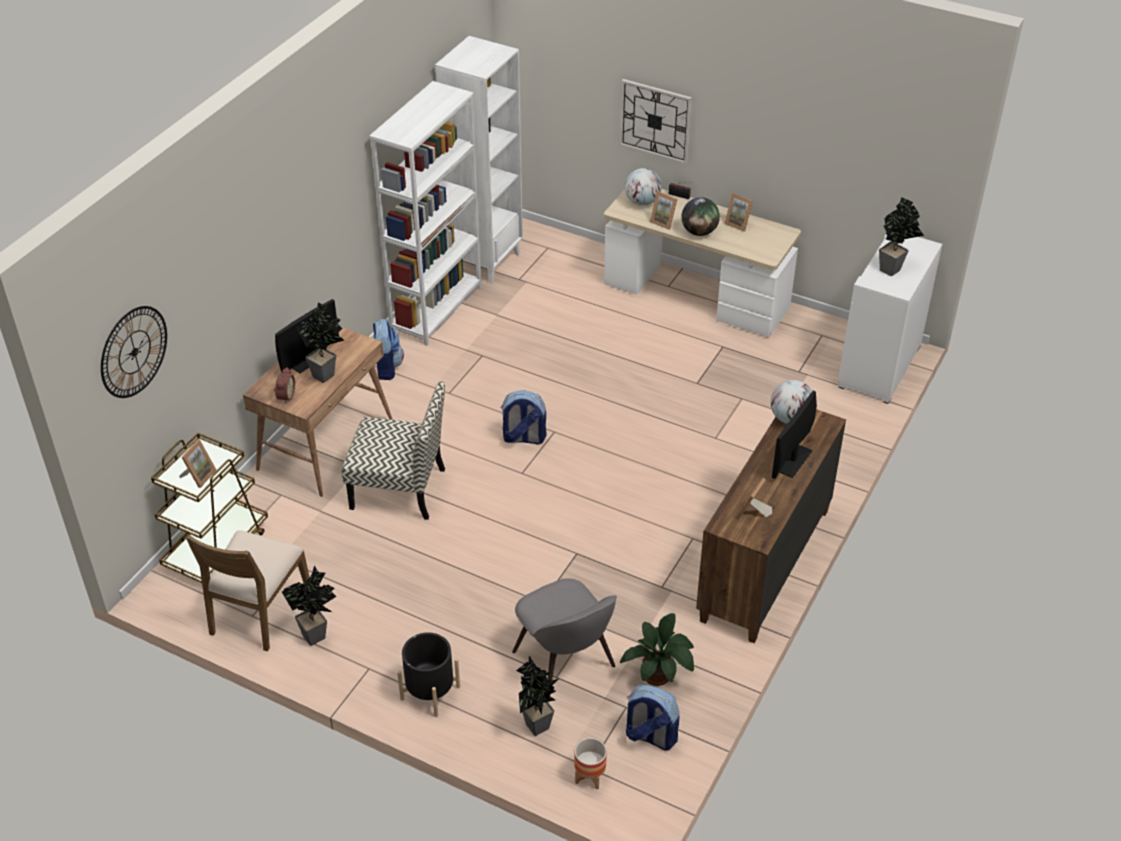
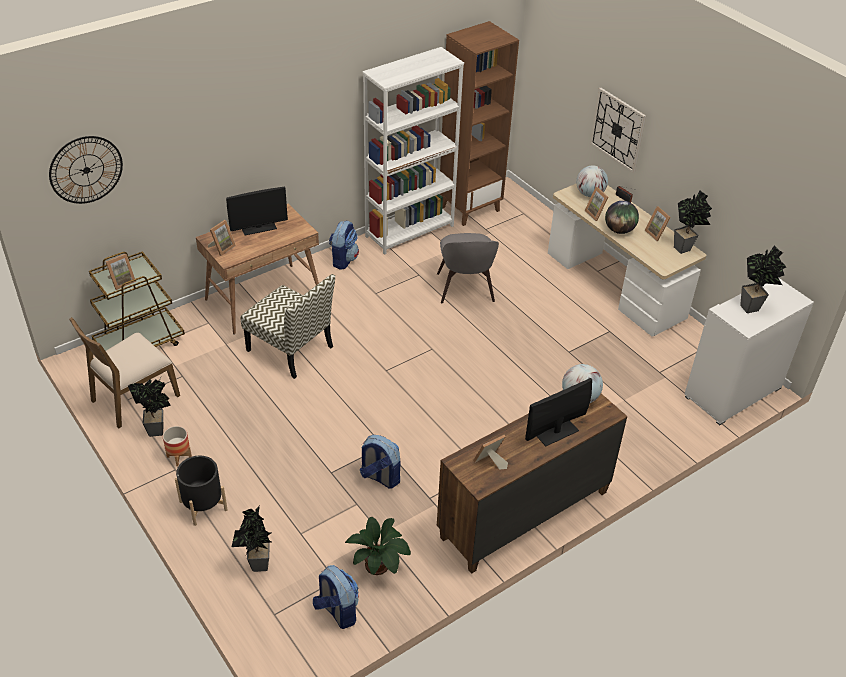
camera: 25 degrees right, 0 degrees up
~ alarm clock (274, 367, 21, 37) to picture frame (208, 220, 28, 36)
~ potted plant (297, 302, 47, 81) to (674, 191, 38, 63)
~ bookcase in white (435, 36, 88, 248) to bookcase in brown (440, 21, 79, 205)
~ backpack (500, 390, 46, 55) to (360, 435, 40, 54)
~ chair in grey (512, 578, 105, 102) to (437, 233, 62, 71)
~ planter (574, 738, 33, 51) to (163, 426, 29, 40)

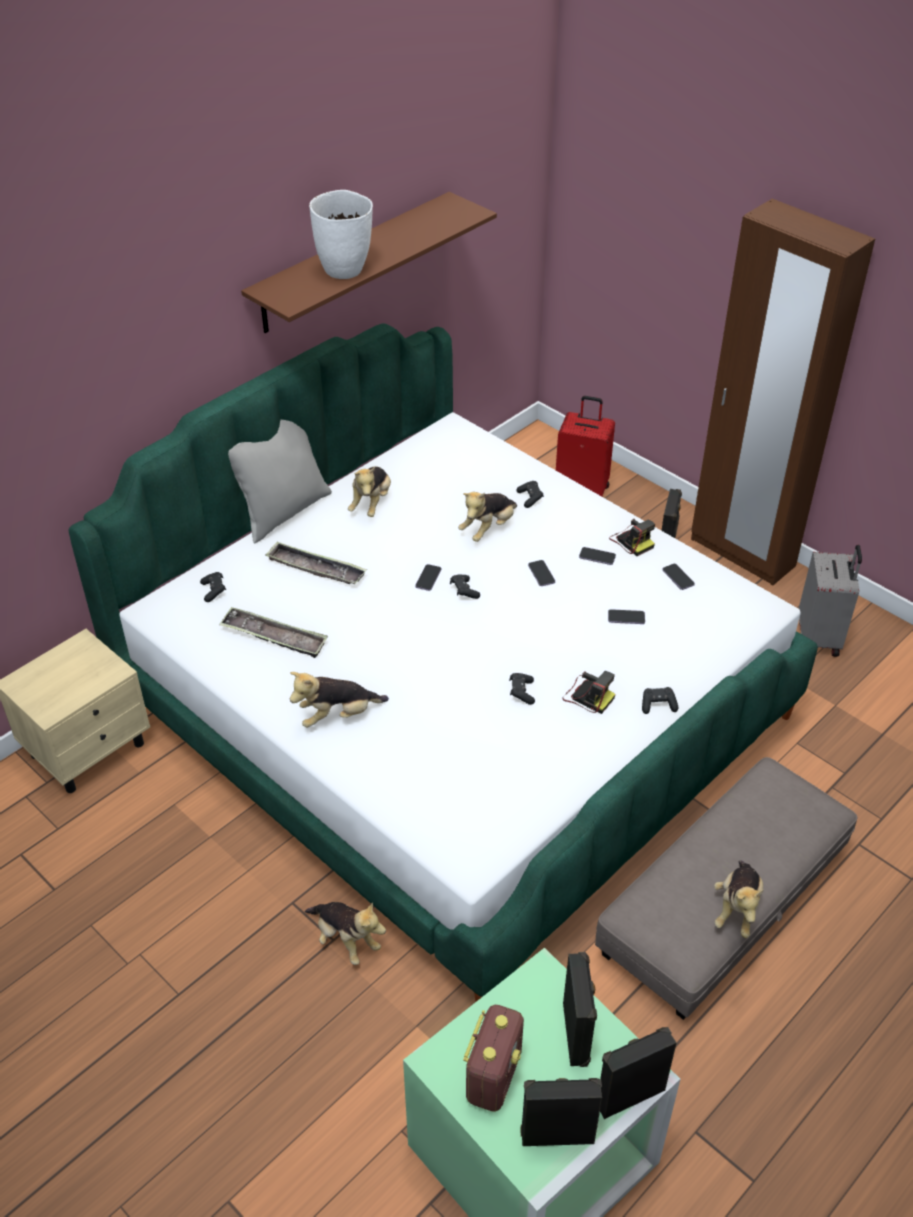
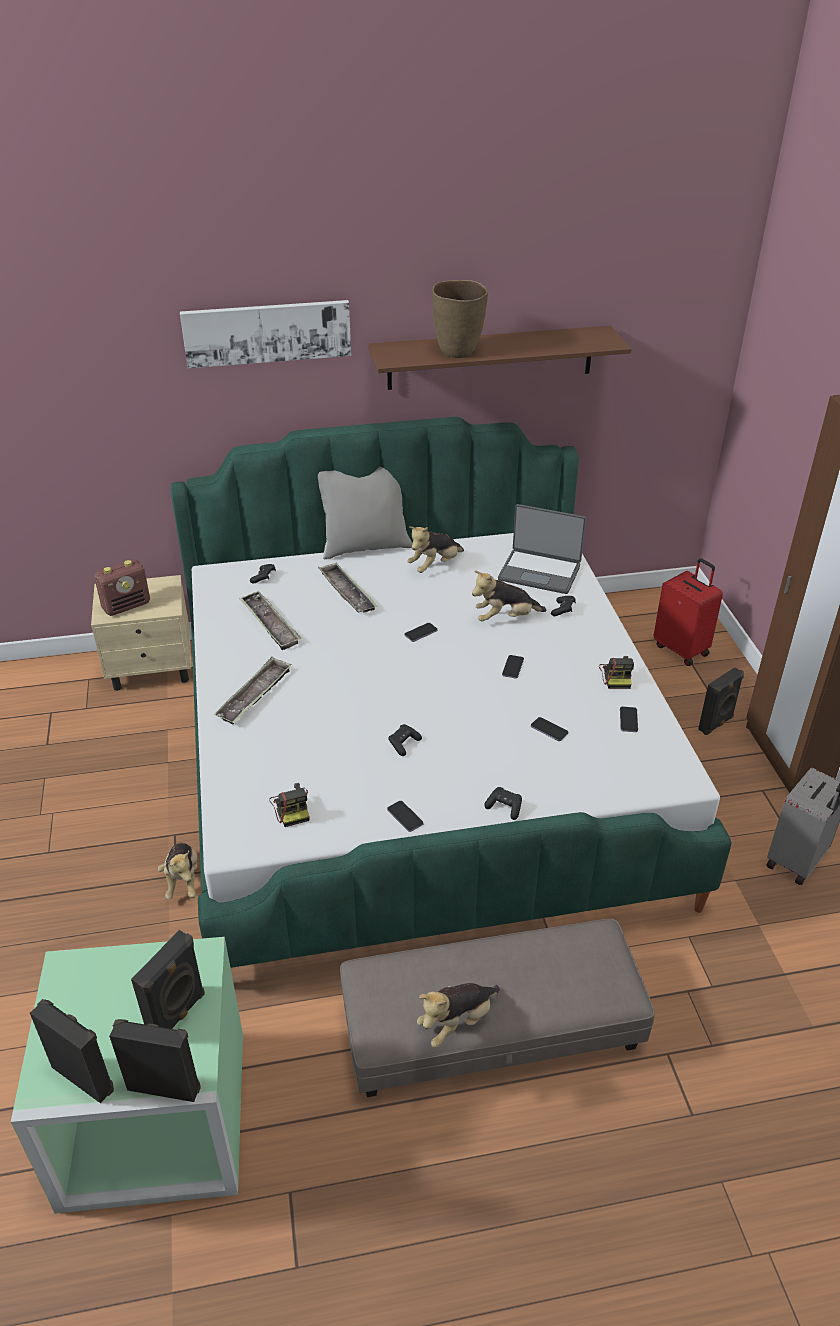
camera: 35 degrees right, 5 degrees down
~ plush toy (290, 672, 99, 55) to tray (214, 657, 78, 67)
~ vase in white (309, 190, 64, 89) to vase in brown (432, 280, 56, 78)
- game controller in black (450, 575, 30, 24)
~ radio (463, 1005, 61, 107) to (94, 559, 56, 57)
~ photo camera (562, 671, 54, 43) to (269, 783, 40, 44)
~ phone (579, 547, 37, 18) to (387, 801, 36, 31)
+ picture (180, 300, 171, 68)
+ laptop (498, 504, 88, 90)

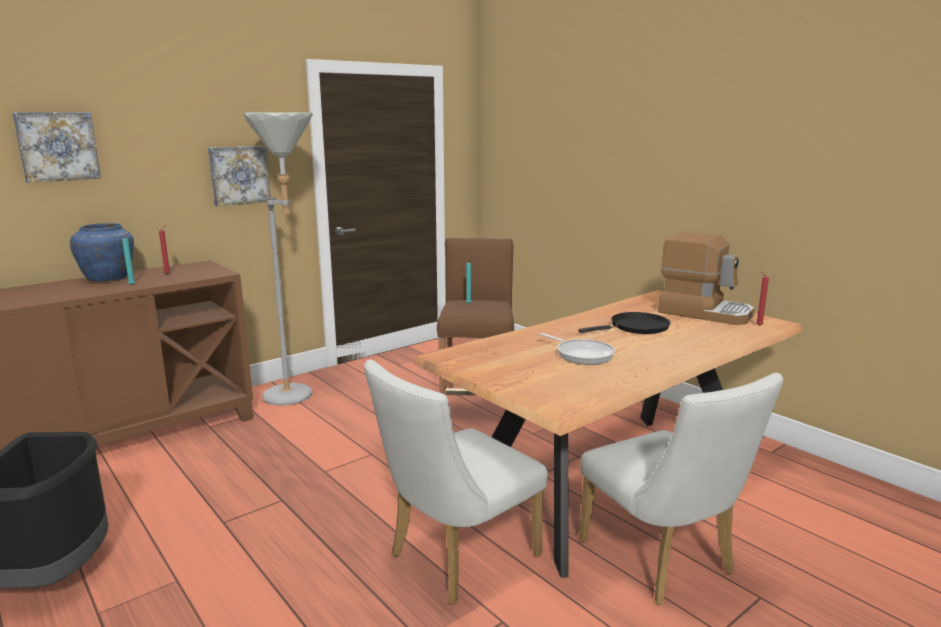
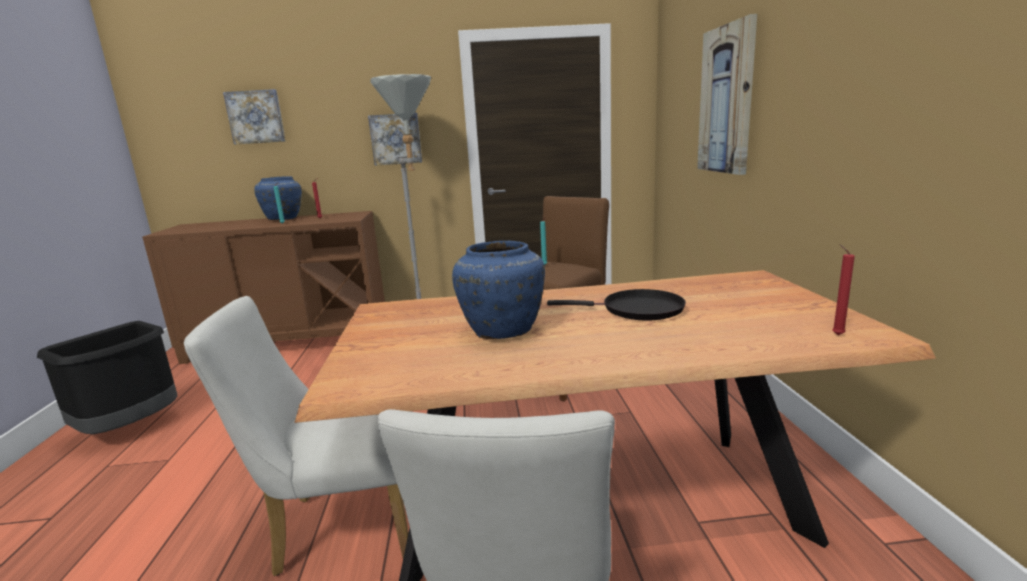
camera: 35 degrees right, 0 degrees up
~ frying pan (539, 333, 76, 32) to vase in blue (452, 241, 93, 98)
- coffee machine (658, 232, 96, 93)
+ picture (697, 14, 60, 161)

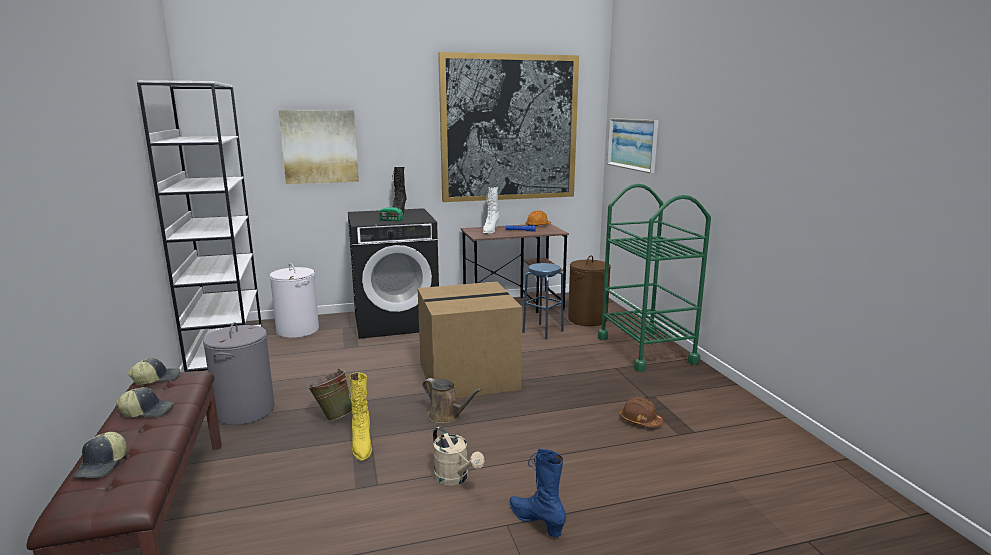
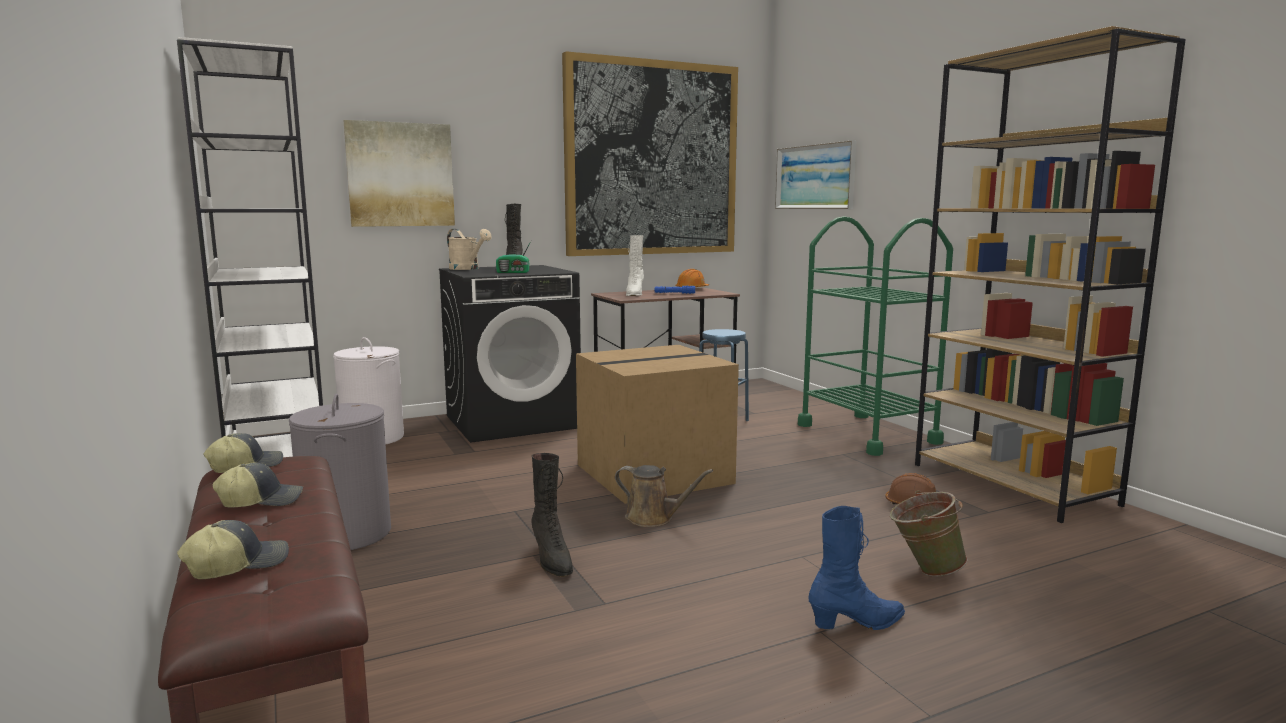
camera: 10 degrees left, 5 degrees down
~ cap (72, 432, 55, 46) = (177, 520, 112, 59) 120 degrees counterclockwise
~ bucket in green (307, 369, 45, 52) to (890, 490, 78, 87)
~ boot in yellow (349, 373, 23, 88) to boot in black (531, 453, 42, 124)
~ watering can in beige (433, 426, 51, 59) to (447, 229, 45, 41)
~ boot in blue (509, 449, 57, 88) = (808, 506, 97, 124) 120 degrees clockwise
- laundry basket in brown (568, 255, 43, 71)
+ bookcase in brown (915, 26, 271, 497)

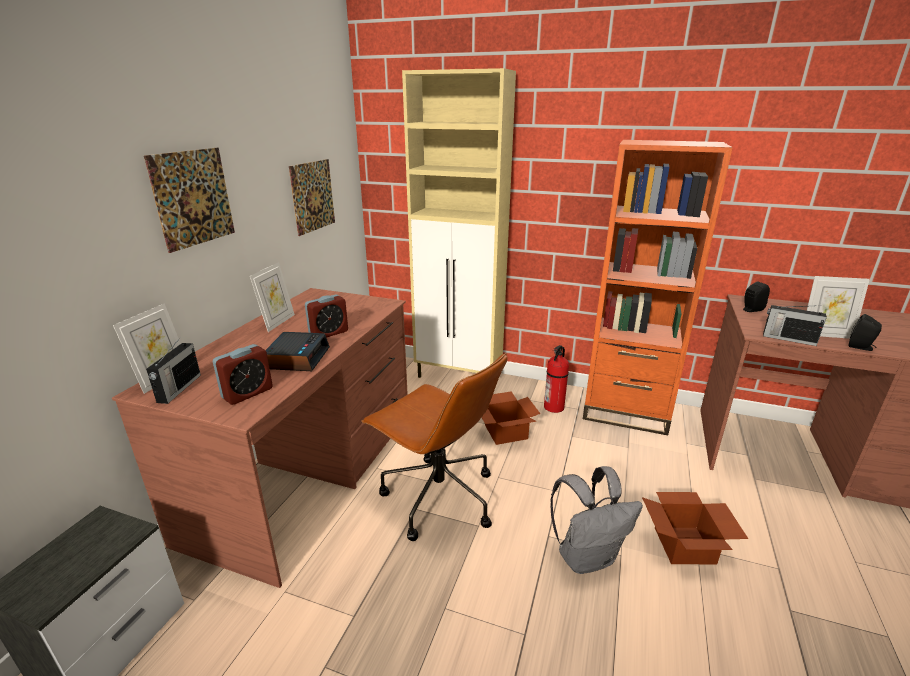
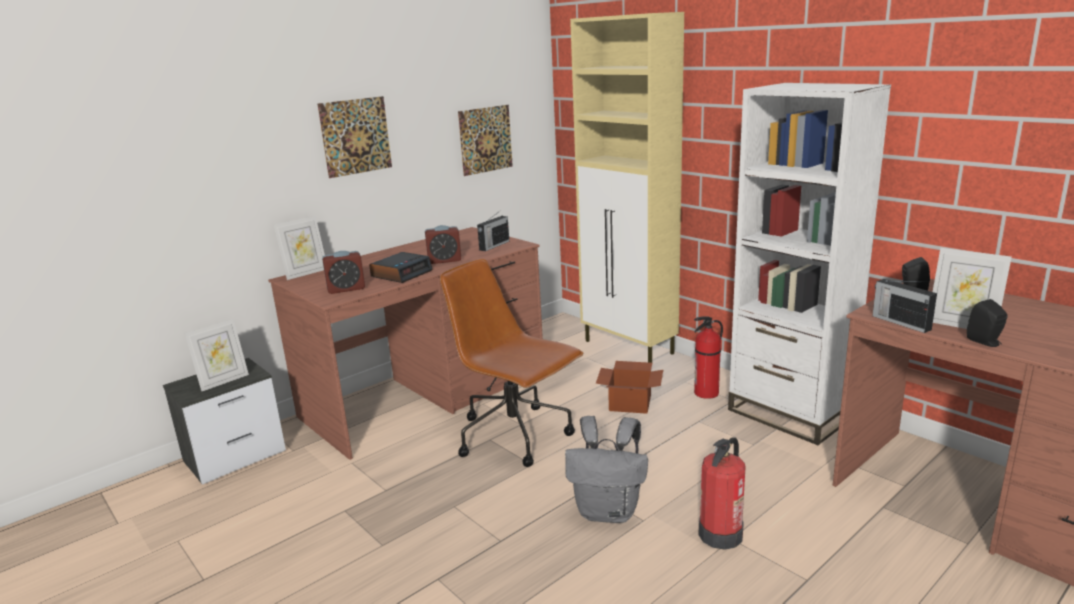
camera: 30 degrees right, 5 degrees down
~ radio (146, 337, 55, 67) to (477, 210, 32, 41)
~ picture frame (250, 262, 45, 70) to (184, 319, 65, 72)
~ office chair in brown (361, 353, 147, 188) = (440, 259, 143, 208) 150 degrees clockwise
~ bookcase in orange (583, 140, 150, 295) to bookcase in white (728, 83, 163, 362)
~ cardboard box (642, 492, 106, 73) to fire extinguisher (699, 437, 47, 113)

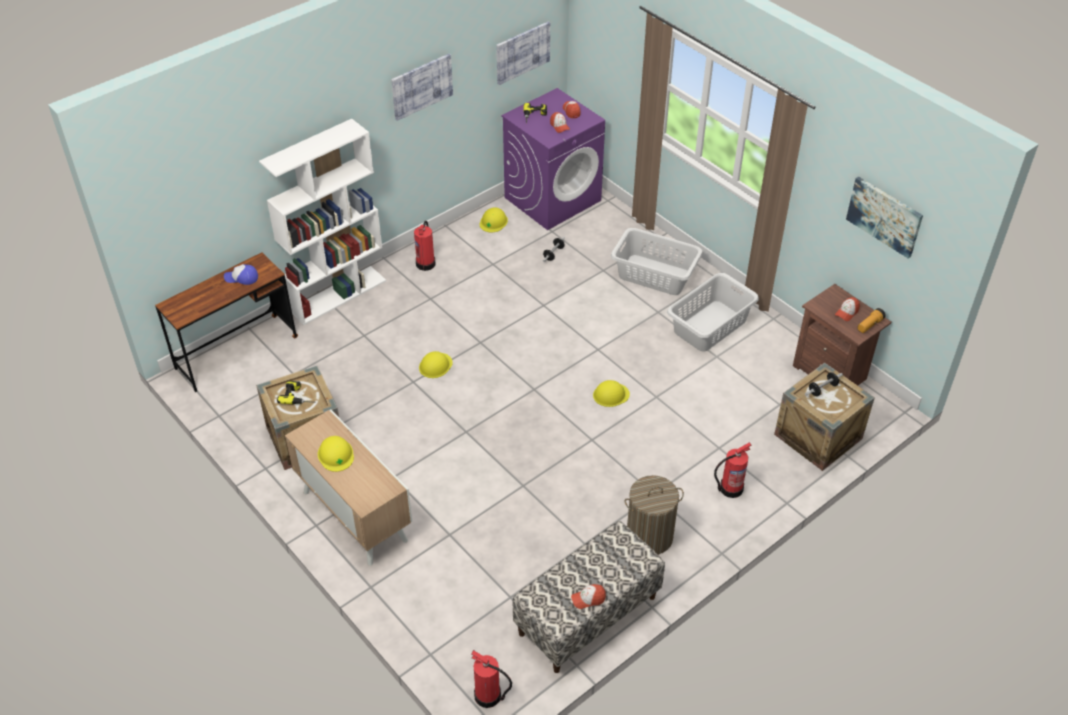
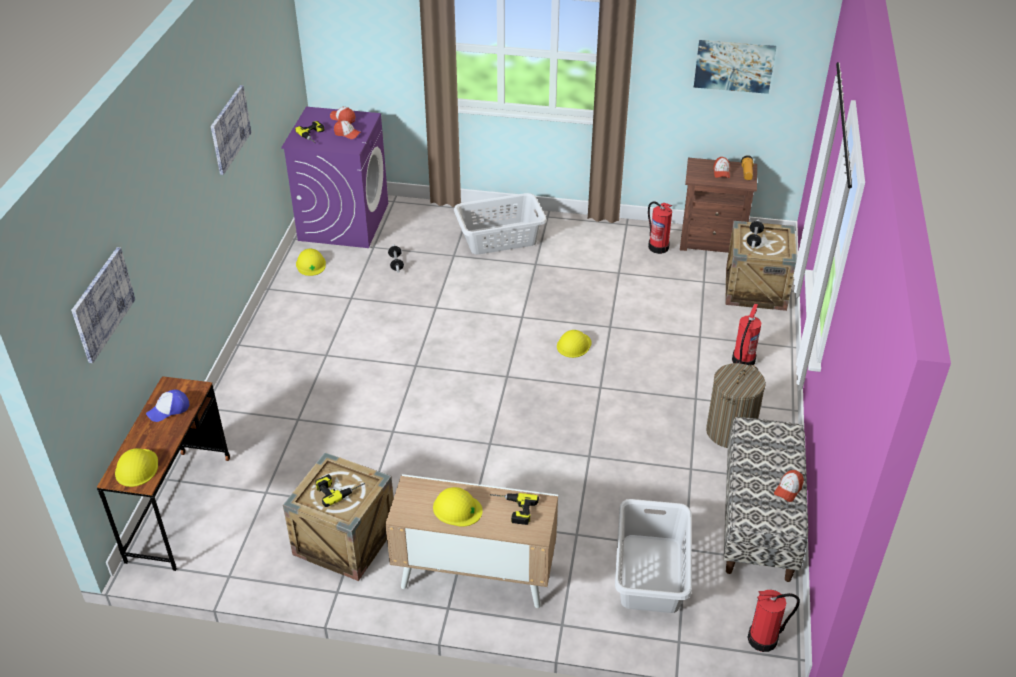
camera: 40 degrees left, 5 degrees down
- bookcase in white (259, 119, 127, 206)
~ fire extinguisher (414, 221, 21, 50) to (648, 202, 24, 52)
~ hard hat in yellow (419, 351, 34, 27) to (115, 448, 43, 39)
~ picture (496, 21, 54, 64) to (71, 247, 64, 116)
~ laundry basket in grey (667, 273, 92, 79) to (615, 499, 77, 114)
+ power drill (490, 493, 49, 32)

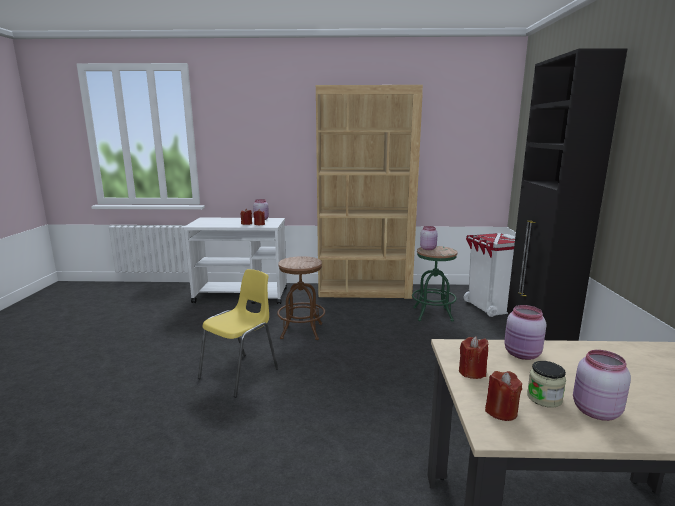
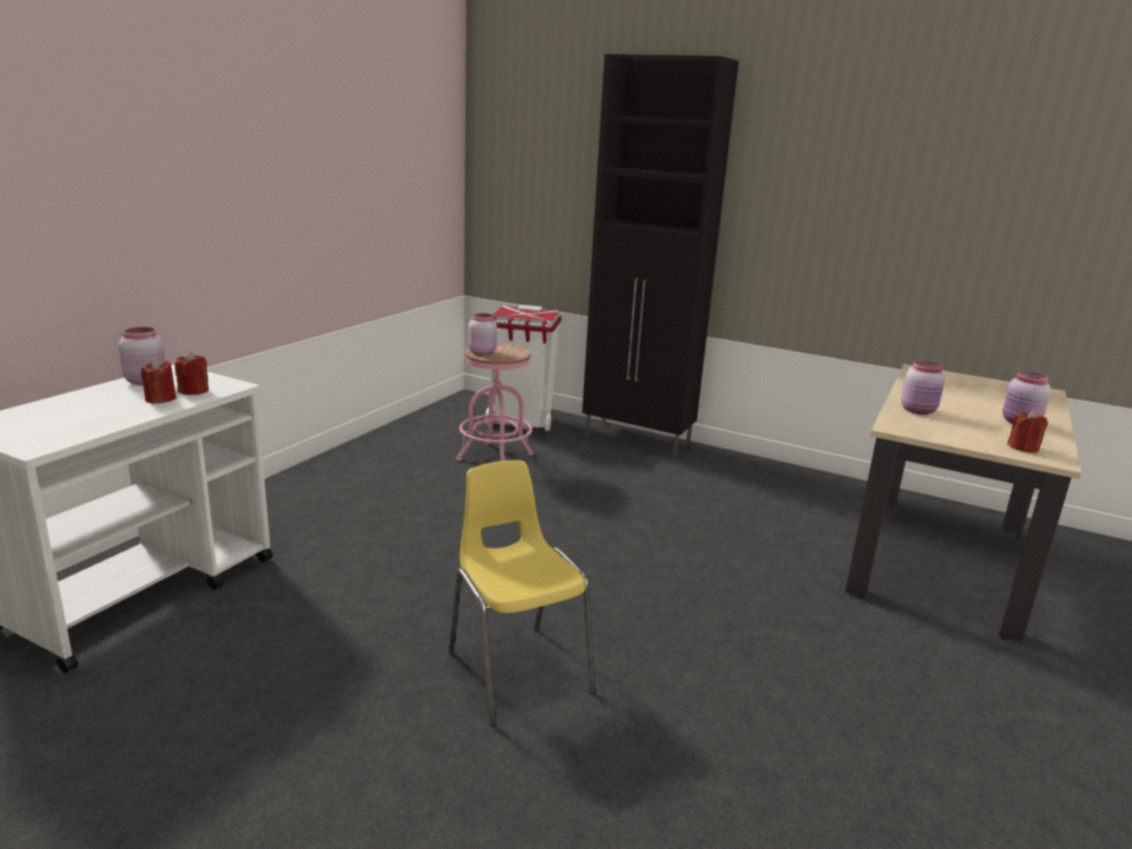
camera: 65 degrees left, 5 degrees up
- stool in brown (277, 256, 48, 84)
- bookcase in brown (316, 85, 107, 214)
~ stool in green (412, 246, 45, 76) to stool in pink (456, 343, 77, 118)
- candle in red (459, 337, 29, 42)
- jar (527, 361, 39, 47)

